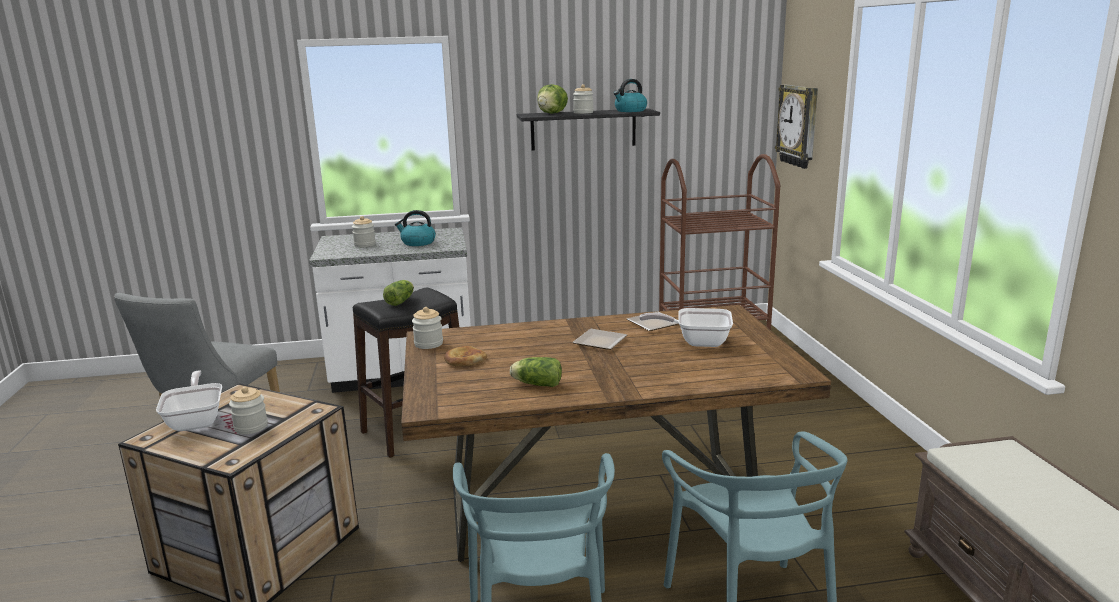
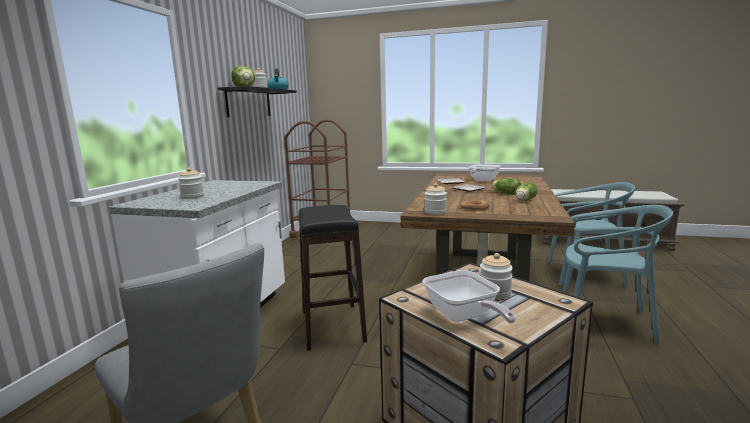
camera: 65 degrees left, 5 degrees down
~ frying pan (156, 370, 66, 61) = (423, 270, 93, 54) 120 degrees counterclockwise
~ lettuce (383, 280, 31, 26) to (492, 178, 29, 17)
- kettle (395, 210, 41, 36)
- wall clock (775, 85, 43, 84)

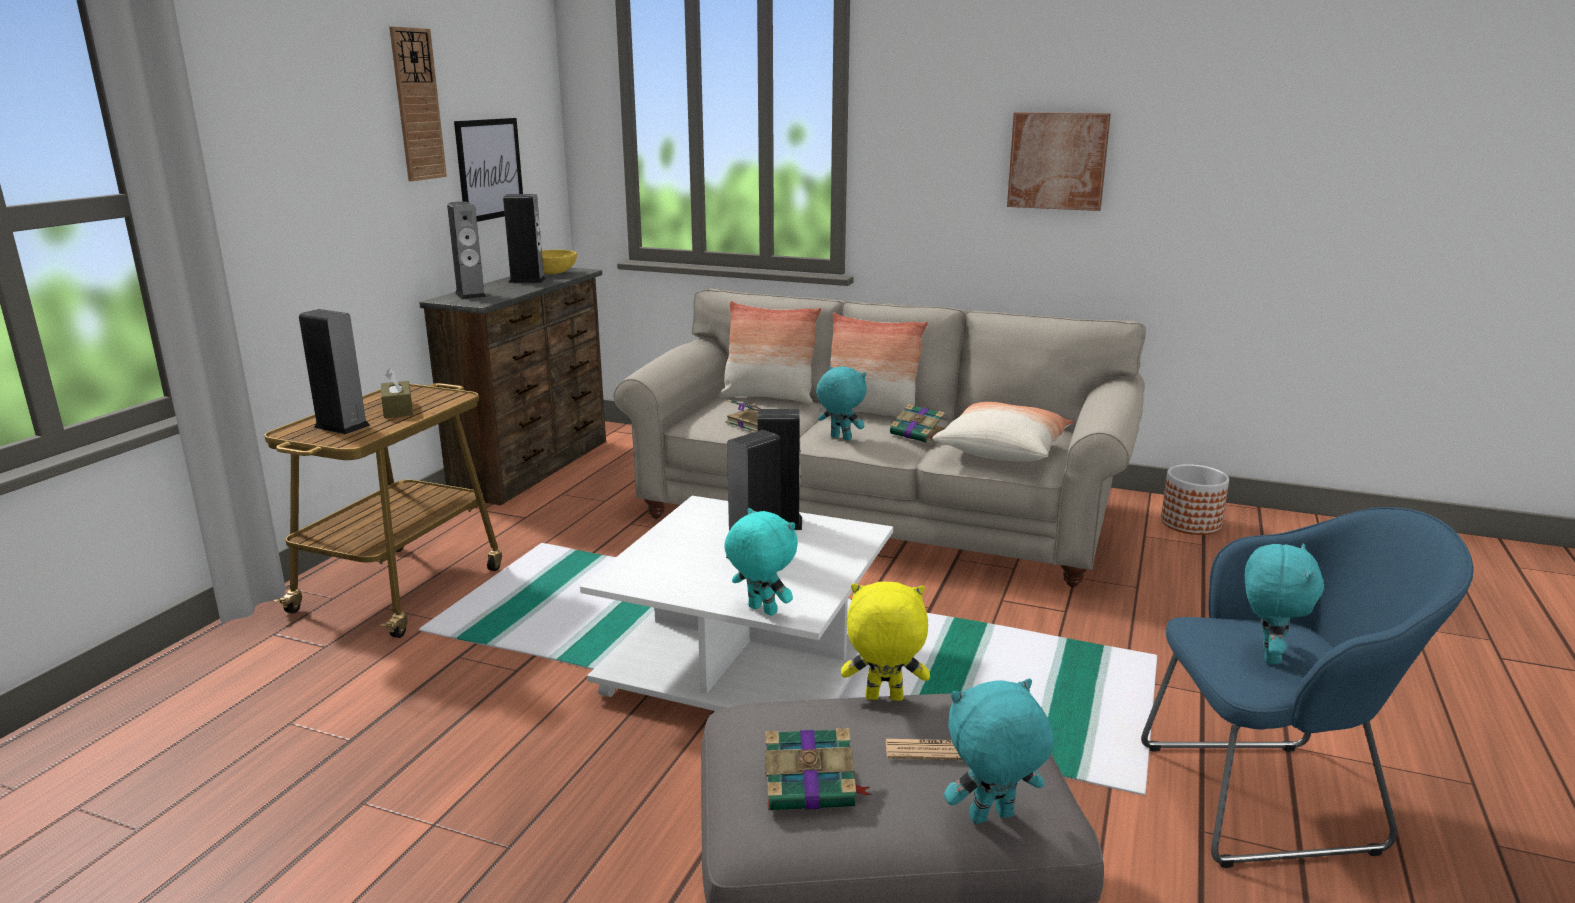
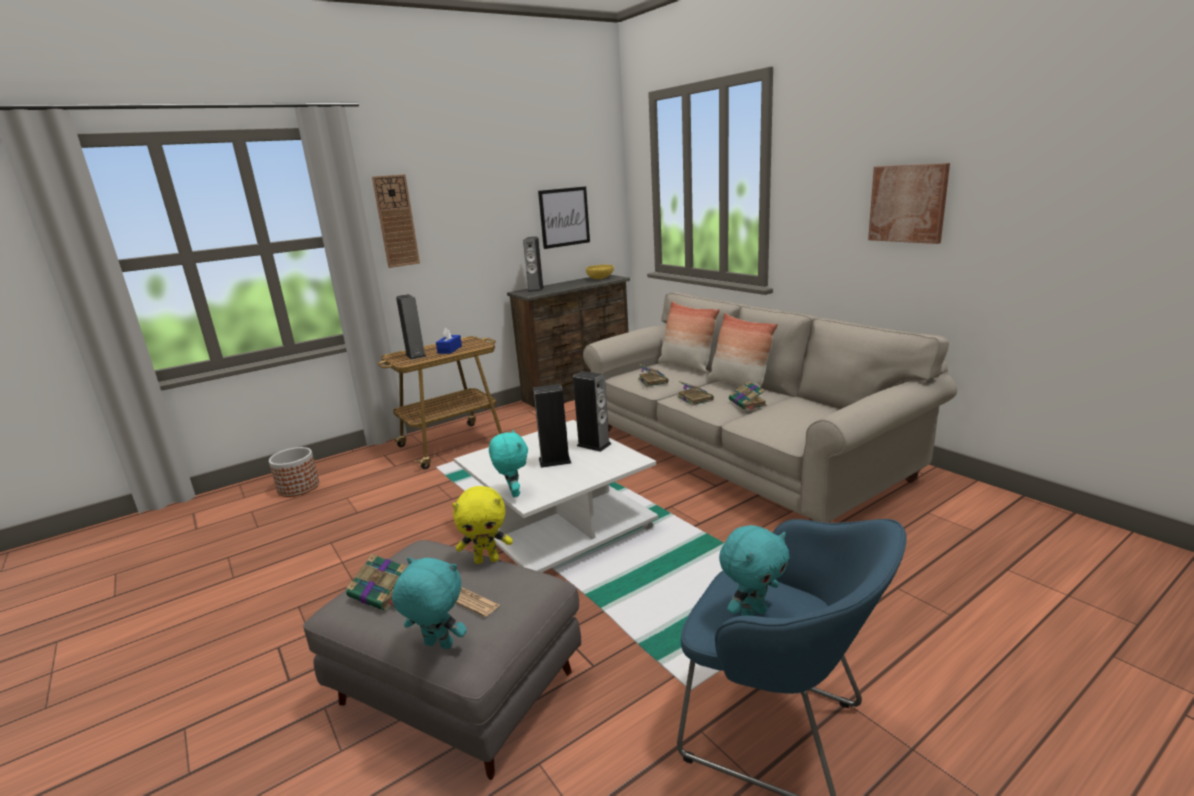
camera: 35 degrees right, 0 degrees up
~ tissue box in brown (381, 368, 32, 50) to tissue box in blue (436, 327, 26, 27)
~ wall clock (389, 27, 58, 154) to (372, 174, 48, 94)
- speaker (503, 194, 43, 89)
~ plush toy in turquoise (816, 366, 51, 75) to book (677, 381, 37, 24)
~ plush toy in yellow (841, 581, 89, 120) = (452, 486, 61, 78) 135 degrees clockwise
- pillow (932, 402, 142, 60)
~ planter (1161, 464, 68, 71) to (269, 447, 50, 50)

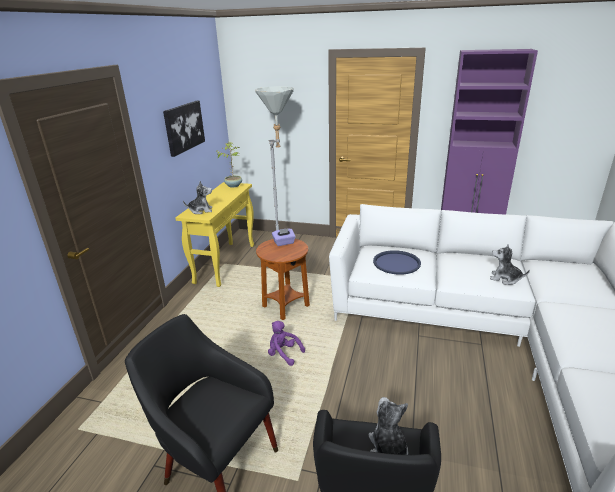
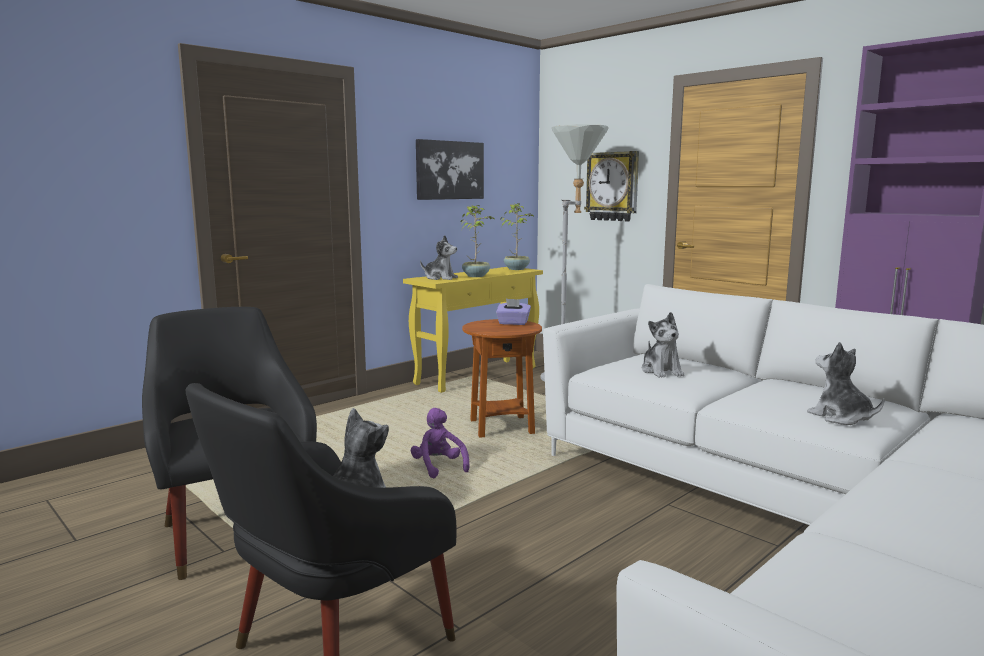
camera: 30 degrees right, 15 degrees down
~ tray in blue (373, 250, 48, 25) to plush toy (642, 312, 42, 66)
+ potted plant (461, 205, 34, 72)
+ wall clock (584, 151, 55, 71)

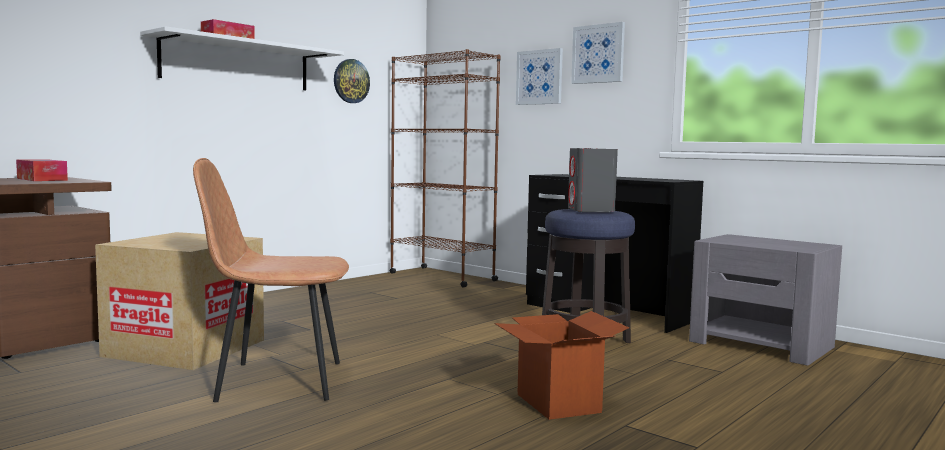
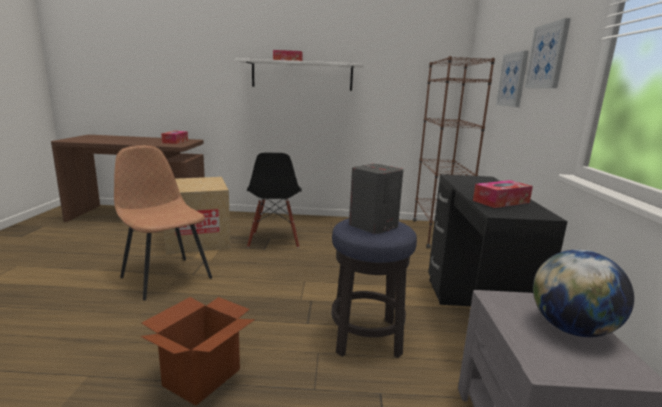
camera: 50 degrees right, 10 degrees up
- wall clock (334, 59, 36, 44)
+ chair in black (247, 152, 55, 96)
+ tissue box (473, 180, 60, 28)
+ globe (533, 250, 101, 87)

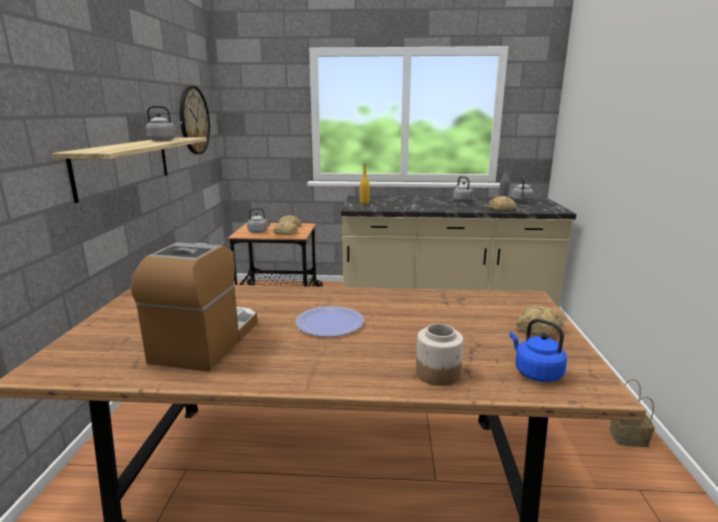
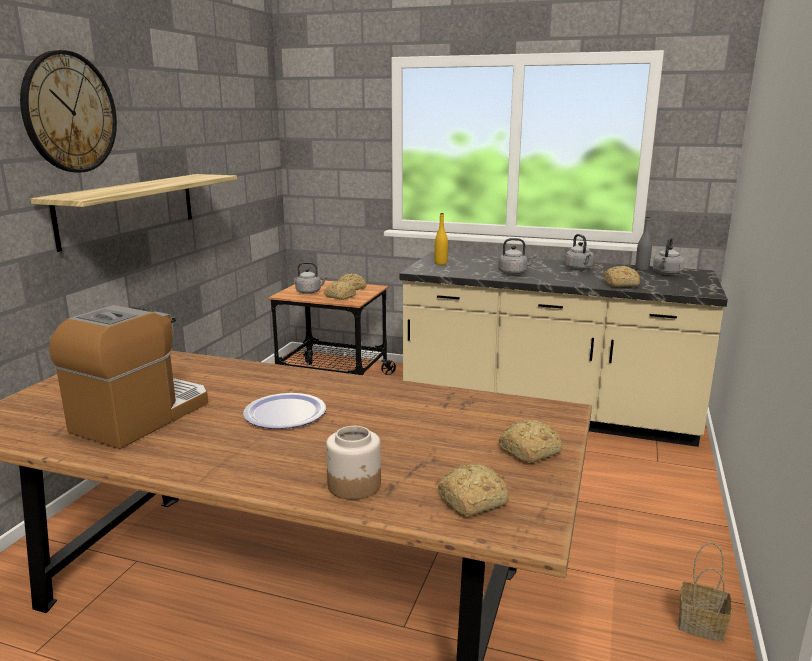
camera: 15 degrees right, 0 degrees up
~ kettle in grey (146, 105, 36, 36) to (498, 238, 39, 37)
~ wall clock (180, 86, 30, 68) to (20, 50, 97, 122)
~ kettle in blue (510, 319, 57, 63) to bread (438, 463, 71, 53)

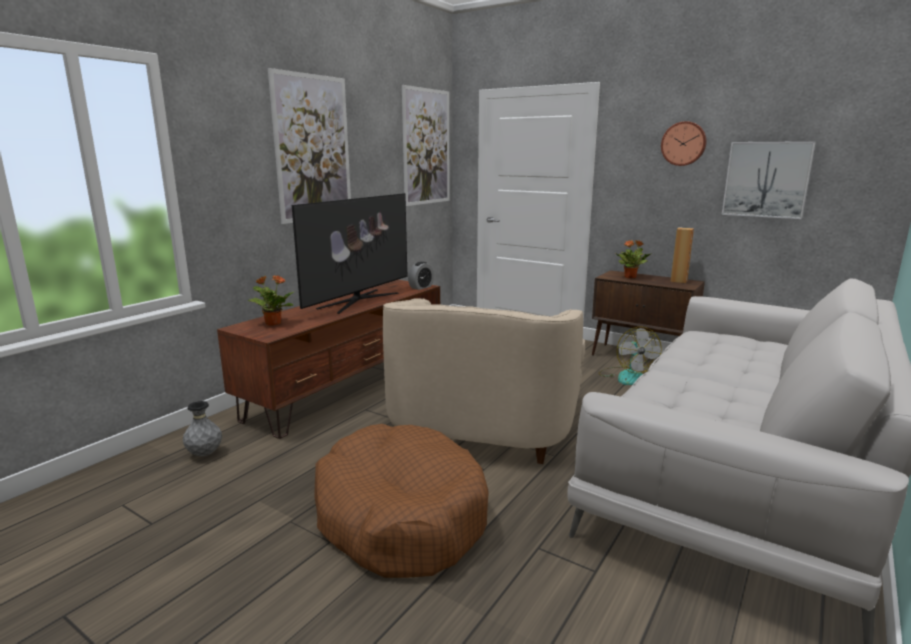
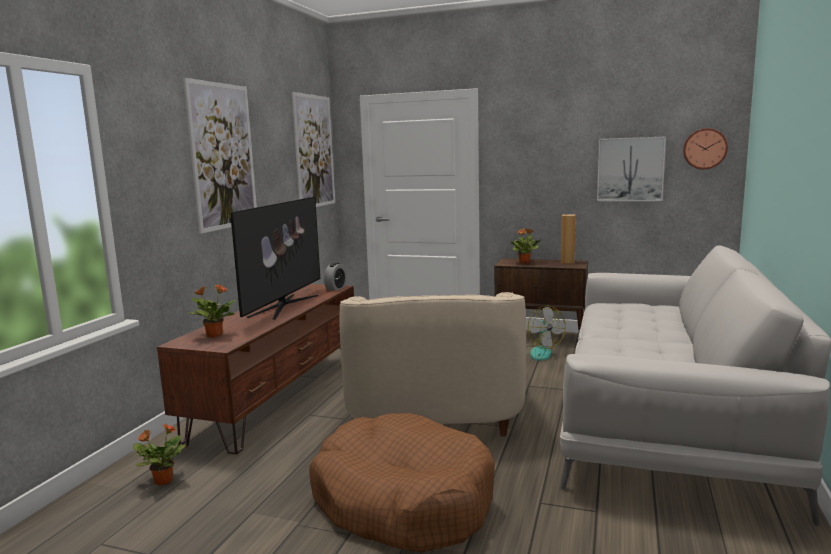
camera: 15 degrees left, 5 degrees down
~ vase in grey (183, 401, 39, 55) to potted plant (133, 424, 53, 62)
~ wall clock (661, 121, 46, 45) to (683, 128, 45, 41)

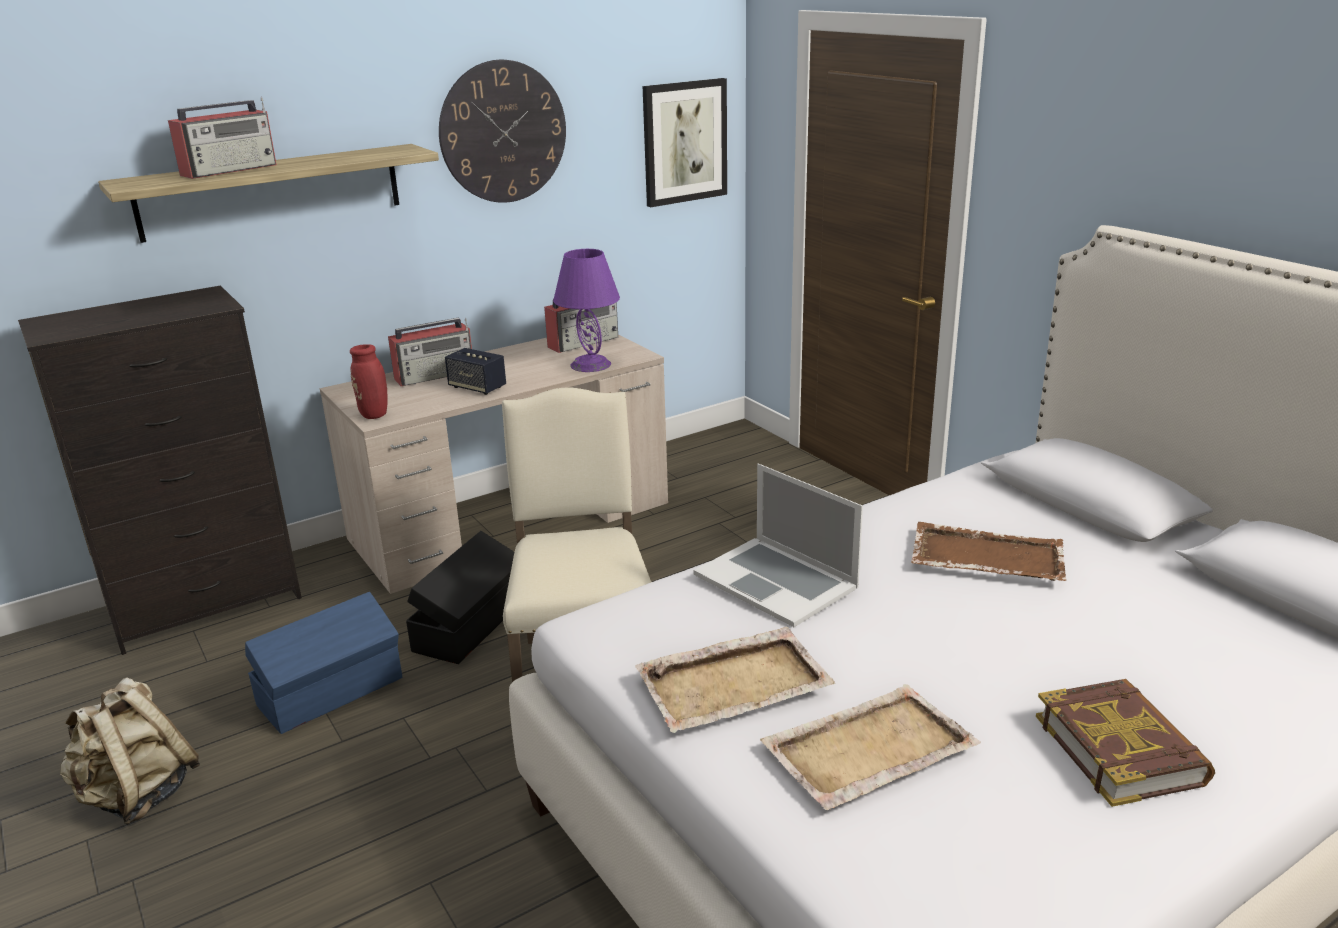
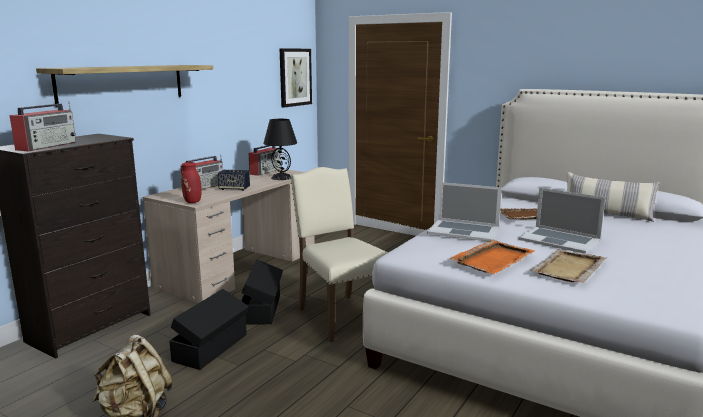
camera: 25 degrees left, 10 degrees down
~ radio (168, 97, 109, 82) to (10, 101, 66, 50)
~ storage box in blue (245, 592, 157, 142) to storage box in black (169, 289, 80, 81)
- wall clock (439, 60, 127, 143)
~ table lamp in purple (553, 249, 67, 123) to table lamp in black (263, 119, 34, 61)
~ tray in beige (635, 627, 200, 106) to tray in orange (450, 240, 84, 34)
- book (1036, 679, 179, 128)
+ laptop (518, 188, 88, 66)
+ pillow (567, 172, 93, 50)

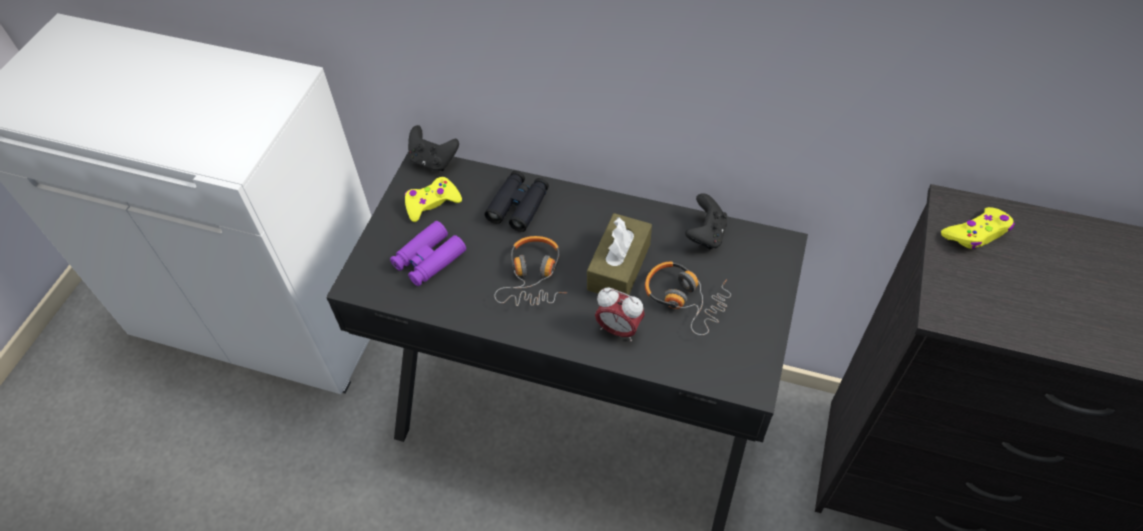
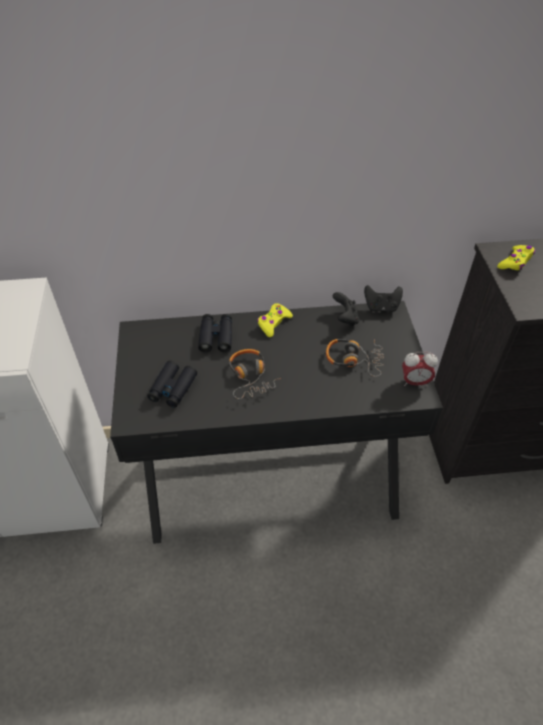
camera: 25 degrees left, 5 degrees down
~ binoculars in purple (390, 221, 76, 65) to binoculars in black (147, 360, 50, 48)
~ game controller in yellow (405, 177, 57, 45) to (257, 303, 36, 34)
~ game controller in black (408, 125, 51, 46) to (364, 285, 39, 27)
- tissue box in brown (587, 213, 65, 82)
~ alarm clock (595, 287, 50, 54) to (402, 352, 36, 35)

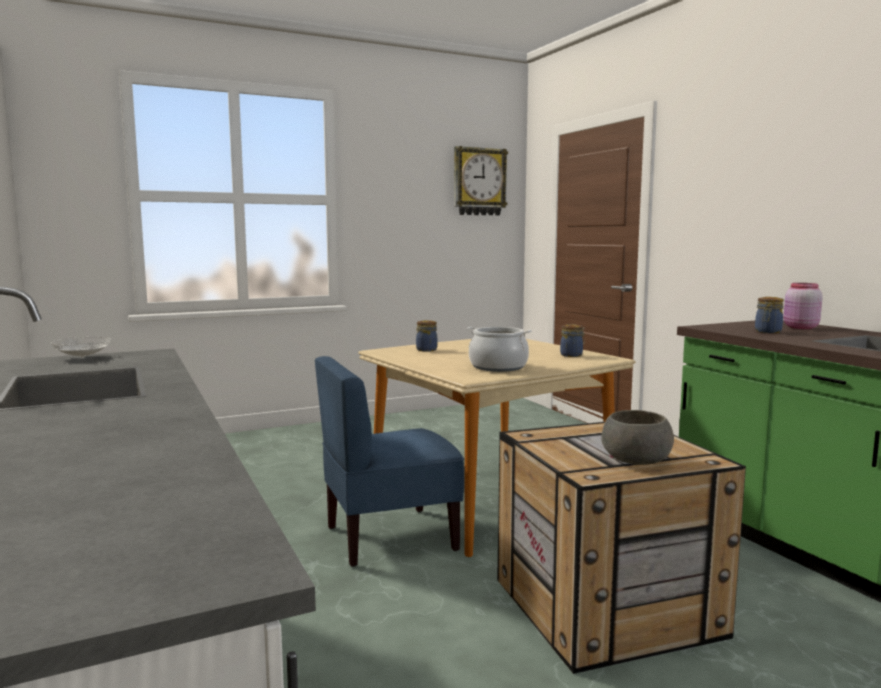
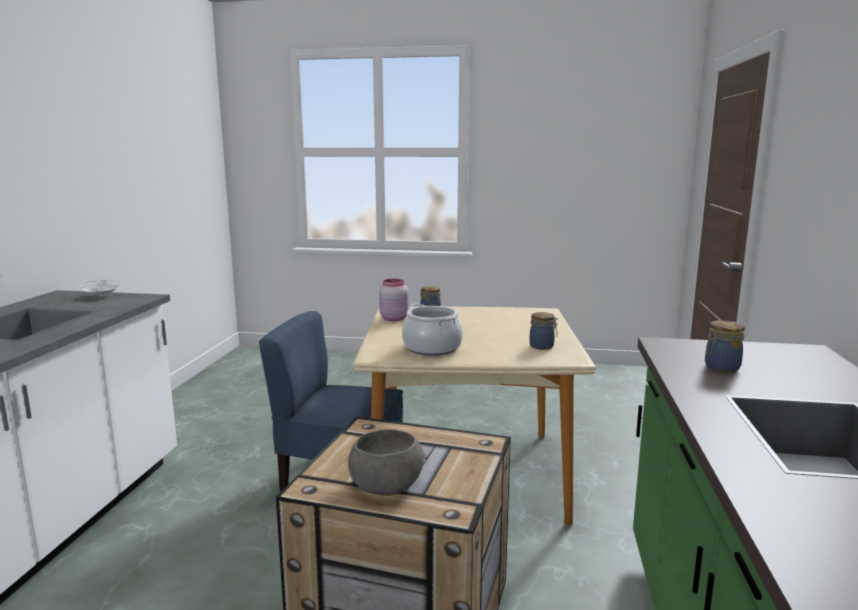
camera: 35 degrees right, 5 degrees up
- wall clock (454, 146, 54, 70)
~ jar in pink (783, 283, 40, 46) to (379, 279, 30, 42)

